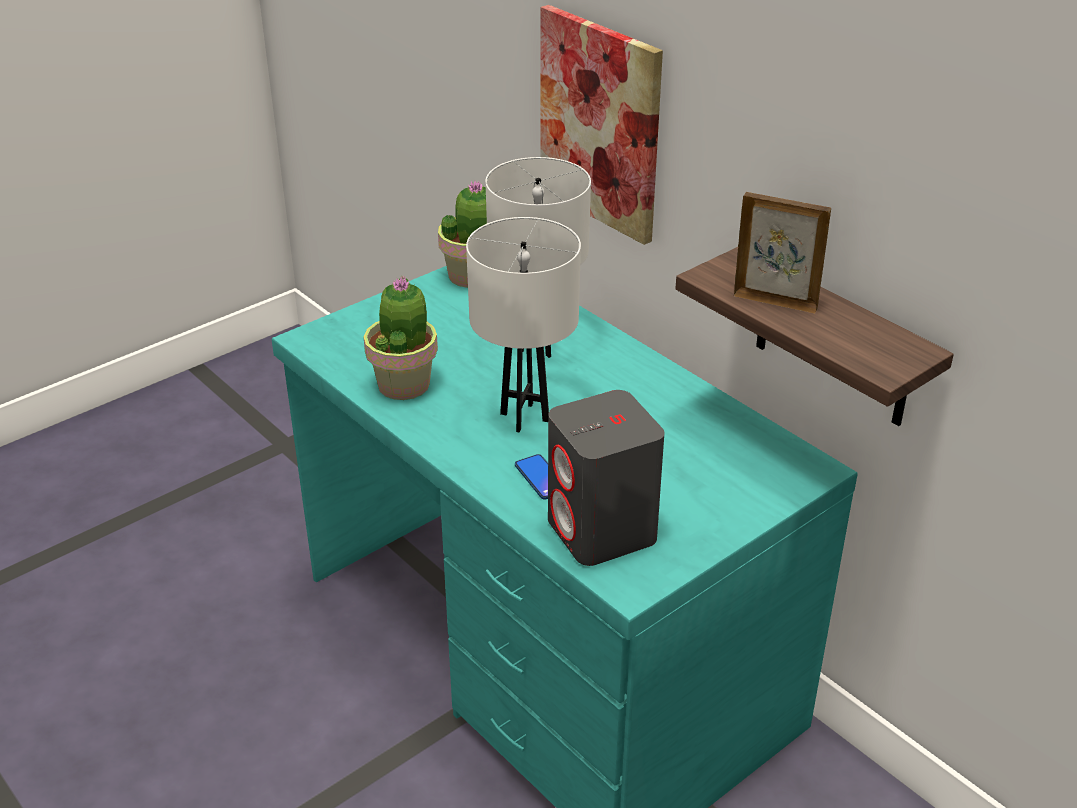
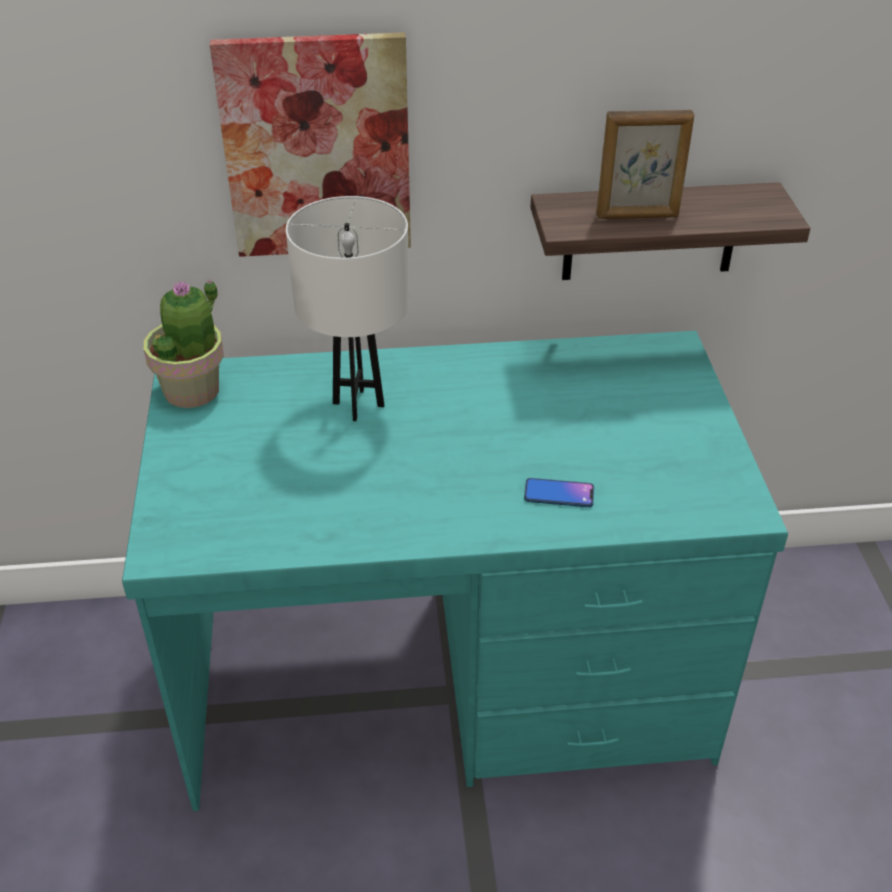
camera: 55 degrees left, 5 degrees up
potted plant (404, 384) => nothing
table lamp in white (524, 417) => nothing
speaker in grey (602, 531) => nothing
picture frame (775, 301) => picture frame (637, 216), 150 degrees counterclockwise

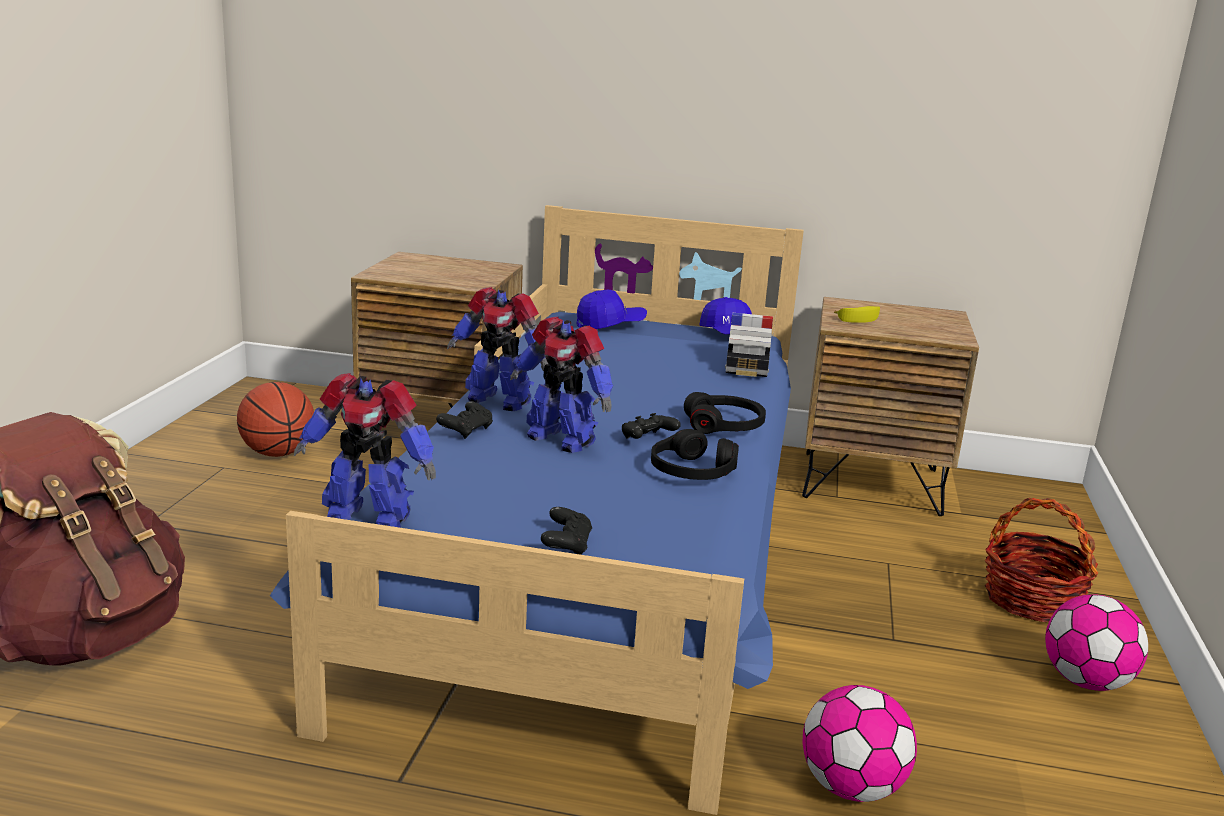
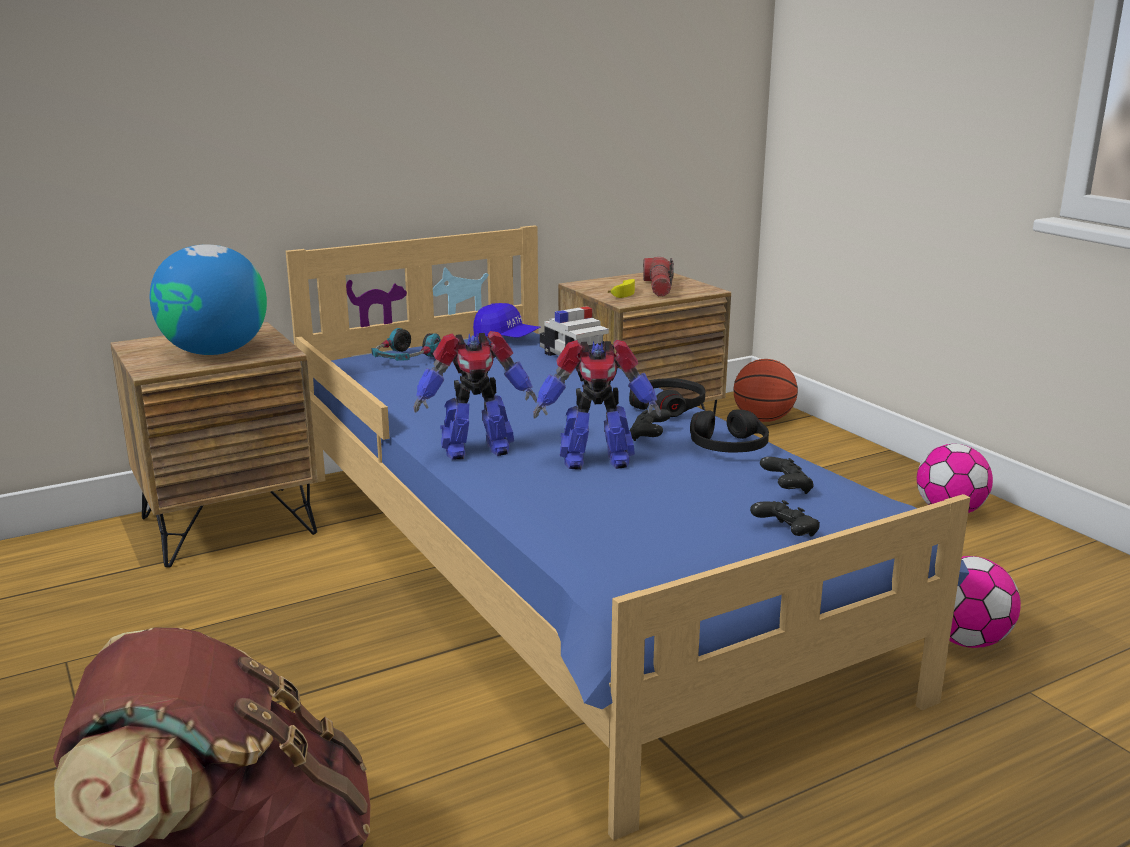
camera: 40 degrees left, 0 degrees up
basketball (277, 453) => basketball (763, 420), move
toy robot (368, 516) => nothing
game controller in black (466, 431) => game controller in black (786, 487), move
cap in blue (610, 325) => headphones (405, 358)
basket (1031, 600) => nothing
nothing => globe (215, 352)
nothing => flashlight (659, 288)

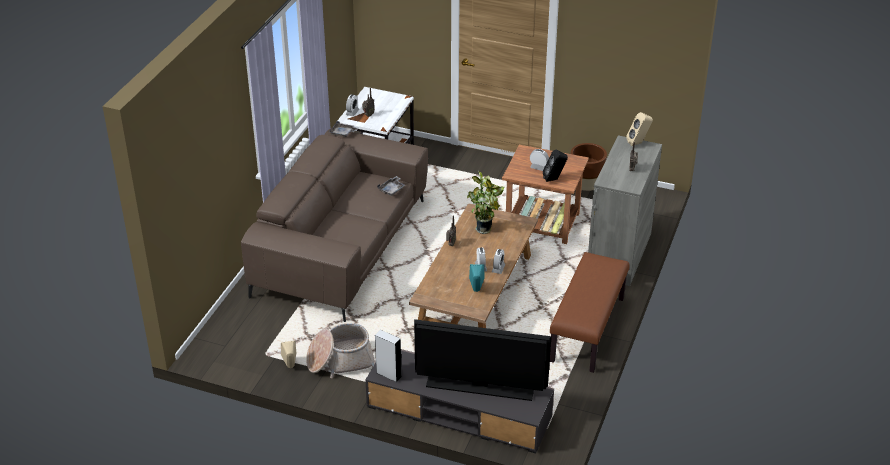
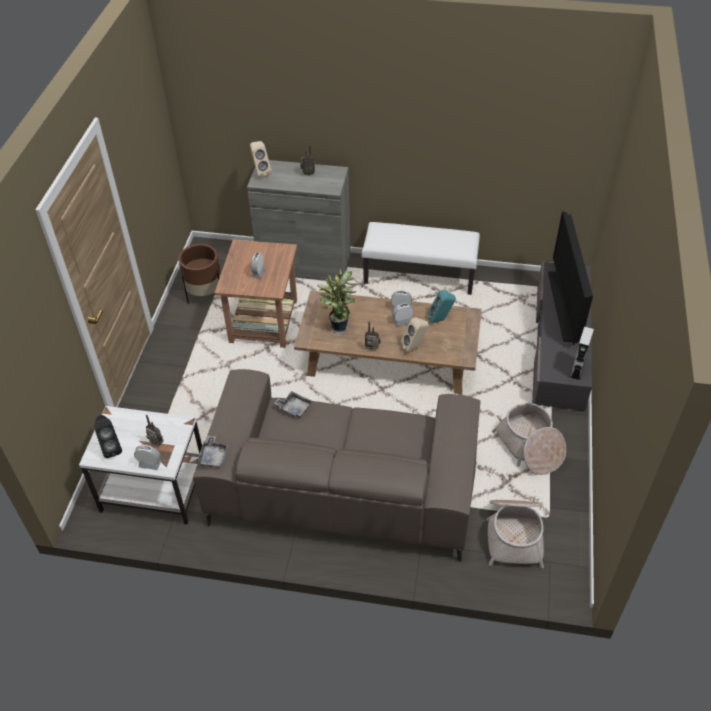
camera: 100 degrees left, 10 degrees up
speaker in beige (290, 367) => speaker in beige (414, 347), move
speaker in black (554, 179) => speaker in black (111, 448), move
bench in brown (588, 330) => bench in white (420, 275)
nothing => basket (514, 534)

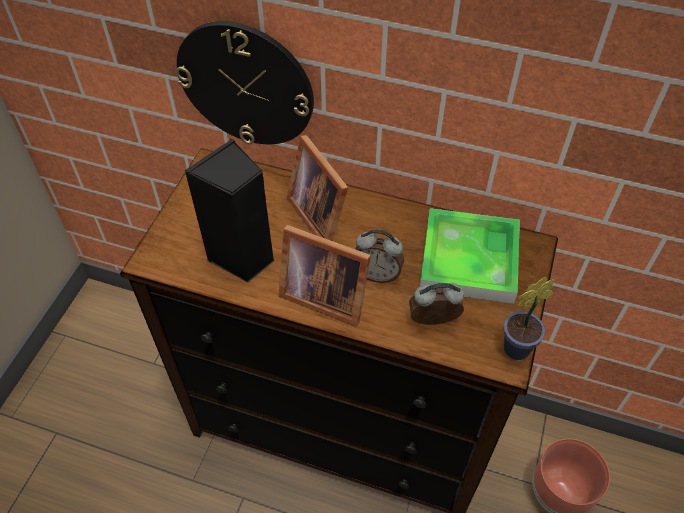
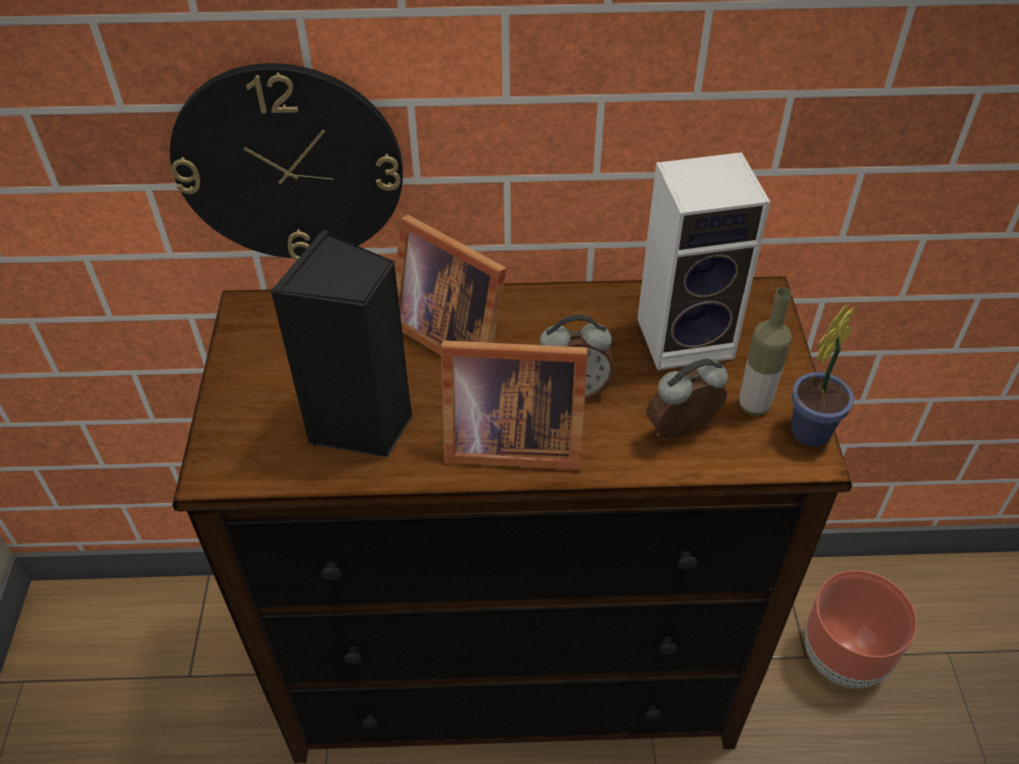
camera: 20 degrees left, 5 degrees down
tray (469, 259) => speaker (688, 336)
nothing => bottle (754, 405)

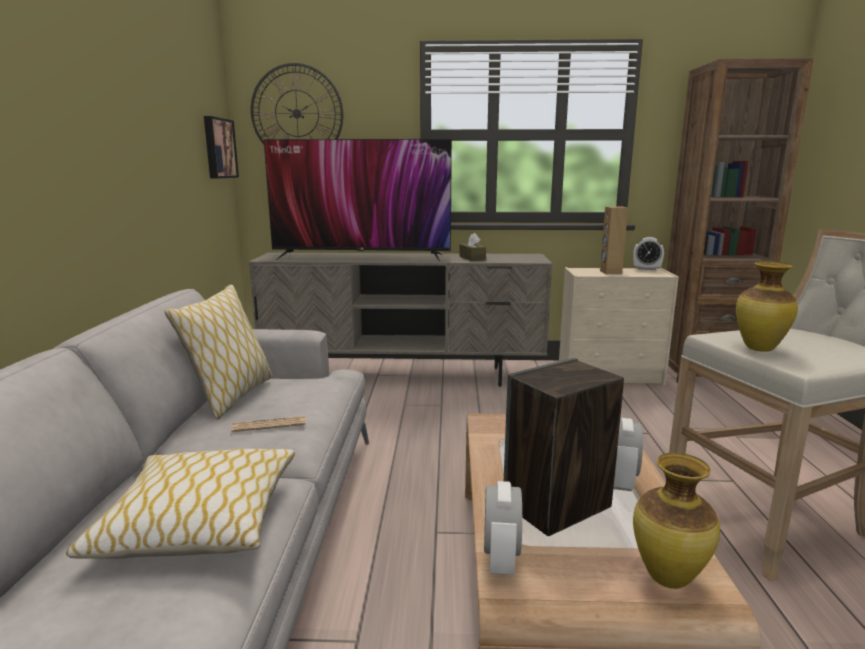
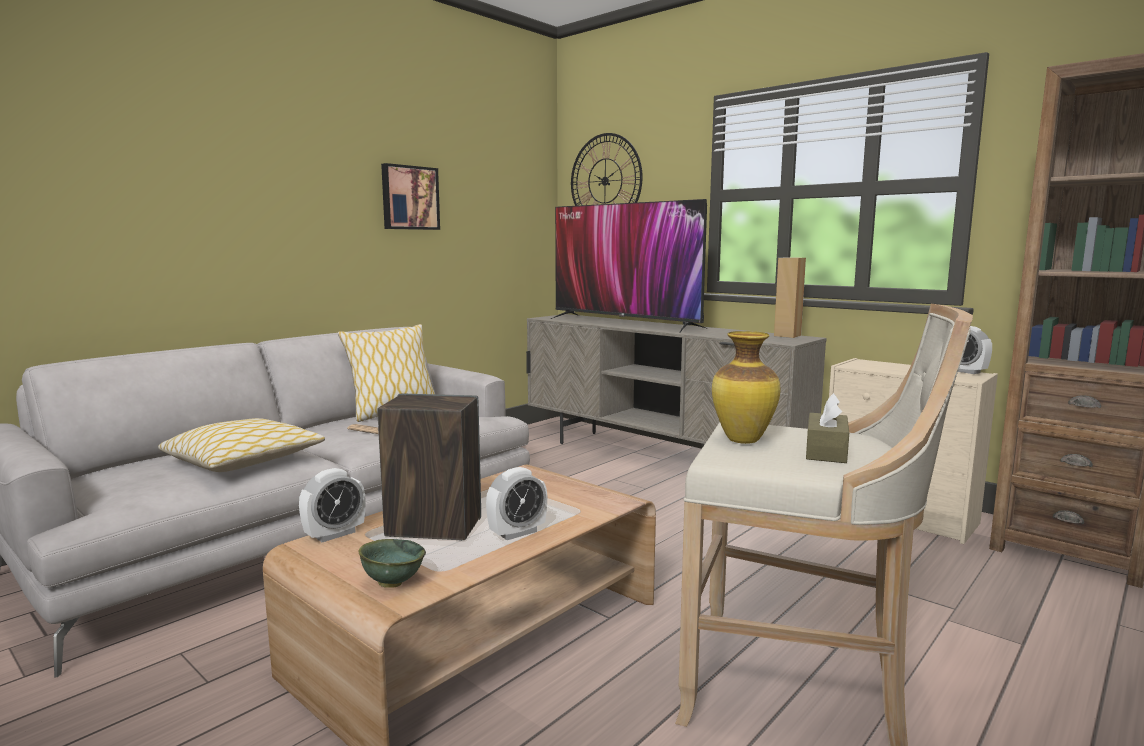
camera: 40 degrees right, 5 degrees down
picture (218, 148) => picture (409, 198), move
tissue box in brown (472, 258) => tissue box in brown (826, 451), move
speaker in brown (610, 272) => speaker in brown (787, 335), move
vase (667, 579) => bowl in green (392, 582)

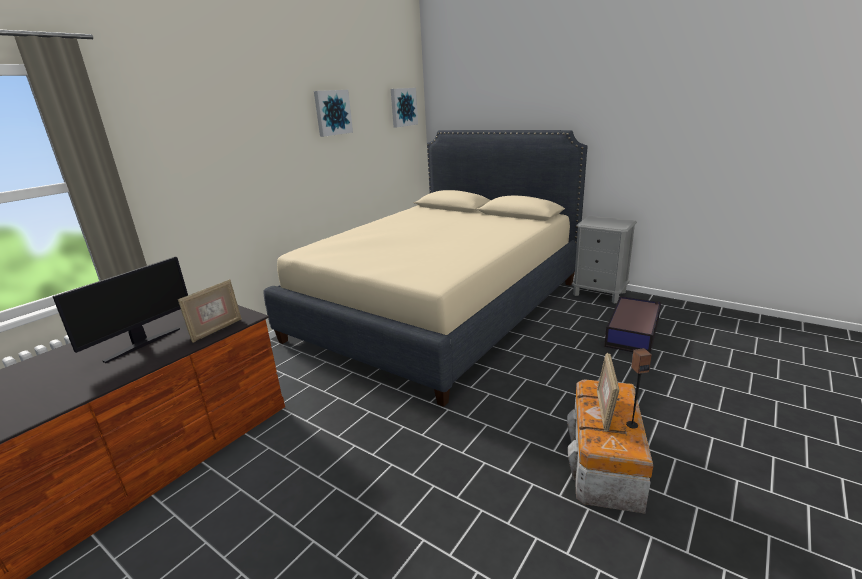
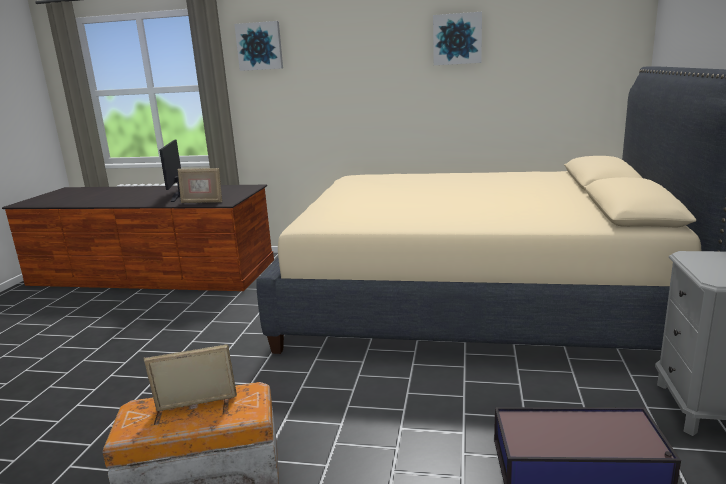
camera: 65 degrees right, 5 degrees down
monitor (142, 344) => monitor (179, 196), 75 degrees clockwise
picture (403, 107) => picture (259, 46), move
speaker (632, 424) => nothing

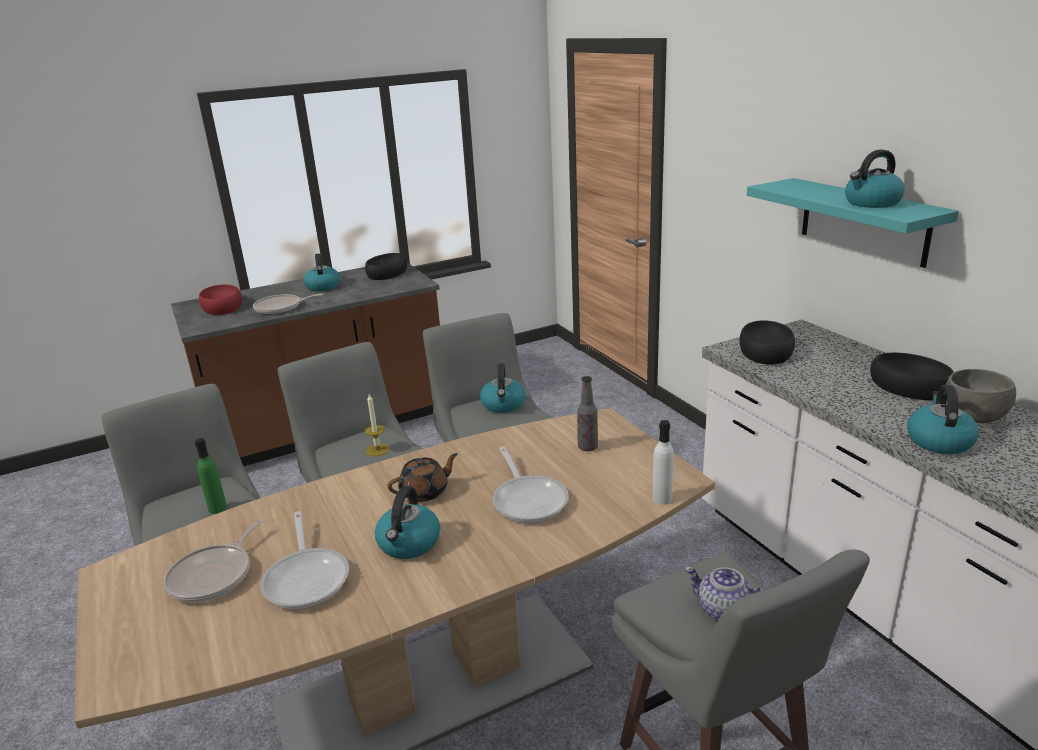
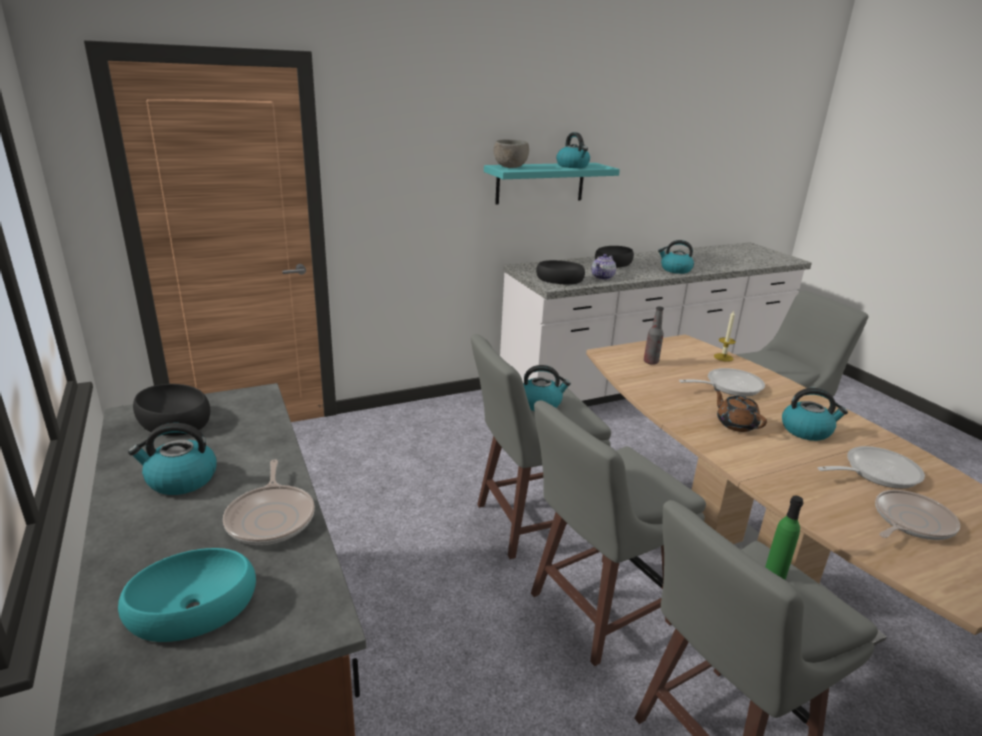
camera: 90 degrees left, 0 degrees up
frying pan (214, 576) => frying pan (910, 522), 60 degrees counterclockwise
bowl in red (221, 307) => bowl in turquoise (192, 608)
candle (377, 450) => candle (723, 357), move
bottle in white (662, 498) => nothing
teapot (724, 611) => teapot (603, 277), move
bowl in grey (973, 417) => bowl in grey (509, 167), move

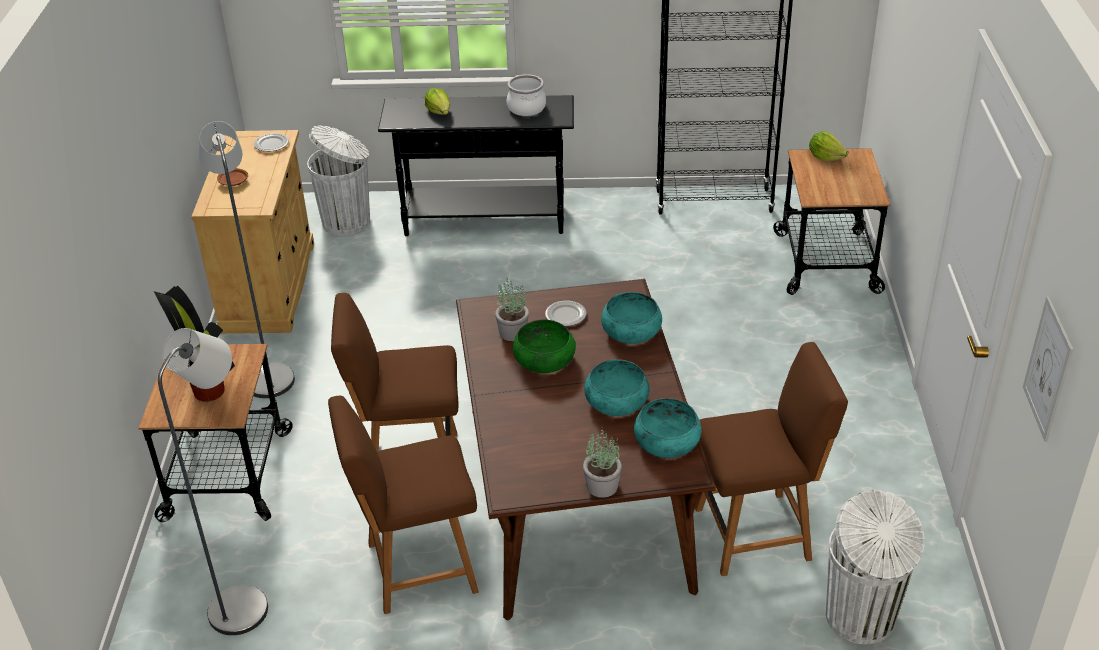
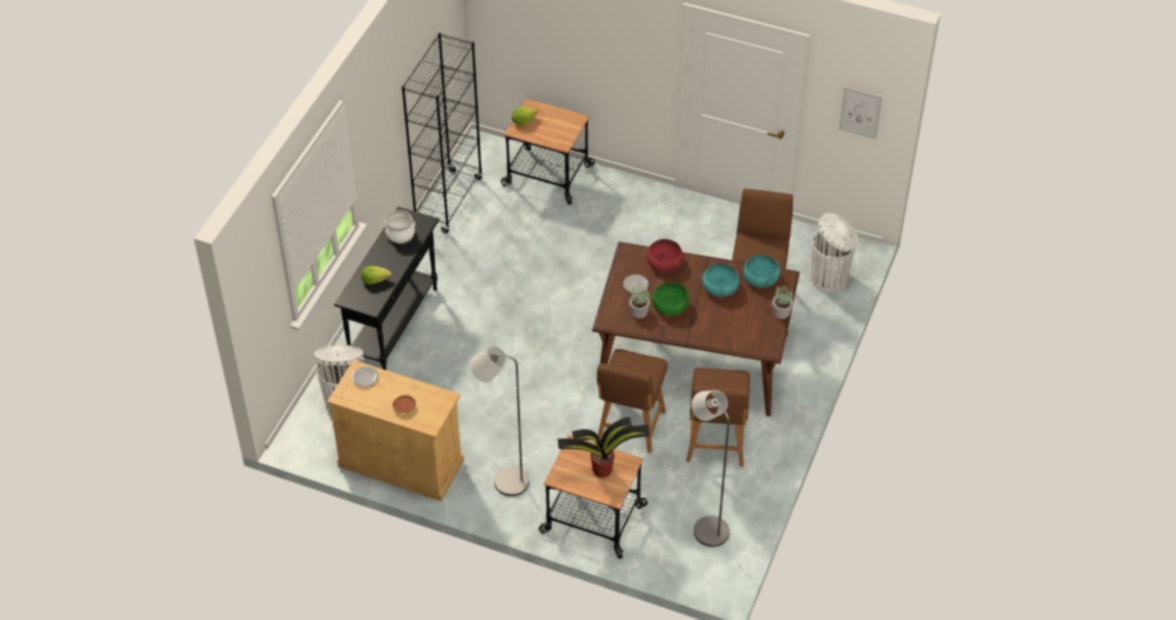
camera: 70 degrees left, 10 degrees up
bowl in turquoise (631, 331) => bowl in red (664, 262)

